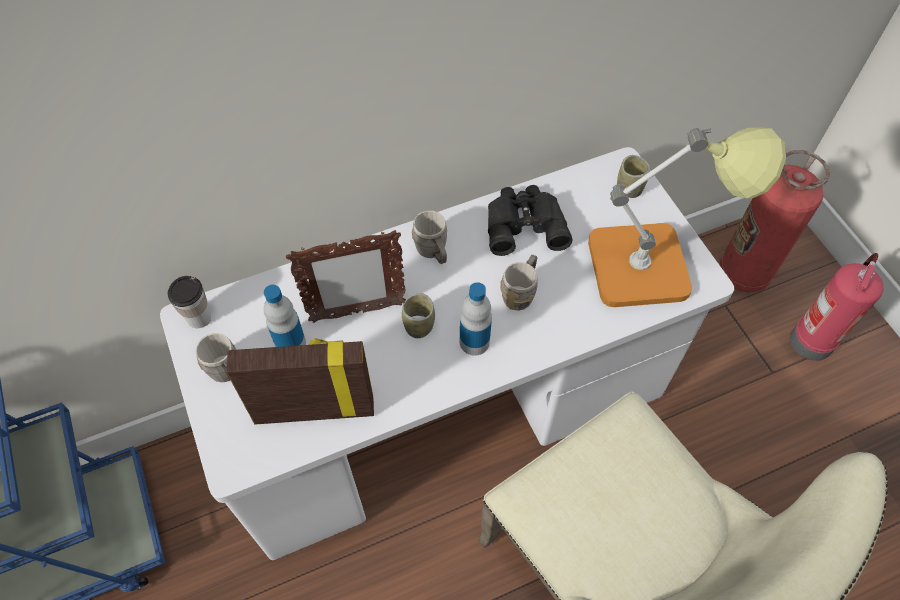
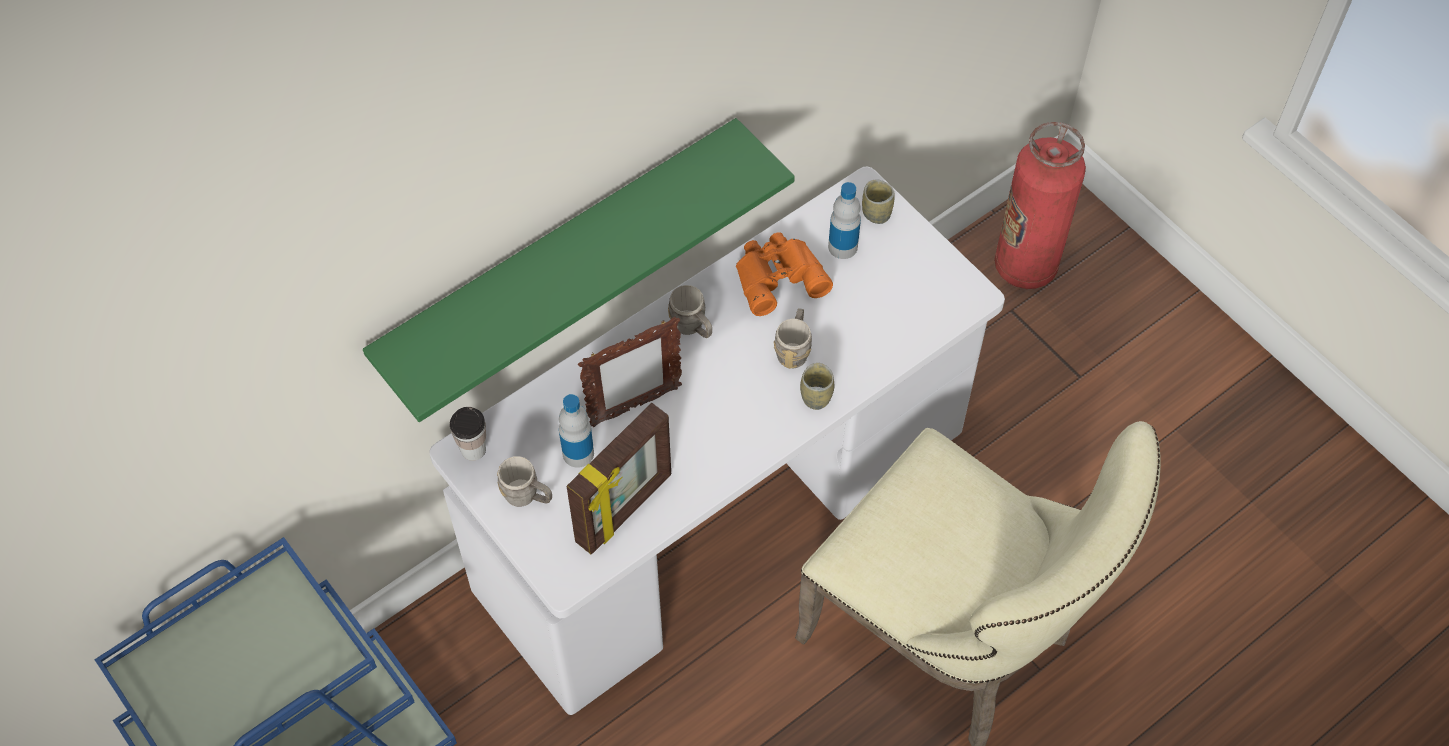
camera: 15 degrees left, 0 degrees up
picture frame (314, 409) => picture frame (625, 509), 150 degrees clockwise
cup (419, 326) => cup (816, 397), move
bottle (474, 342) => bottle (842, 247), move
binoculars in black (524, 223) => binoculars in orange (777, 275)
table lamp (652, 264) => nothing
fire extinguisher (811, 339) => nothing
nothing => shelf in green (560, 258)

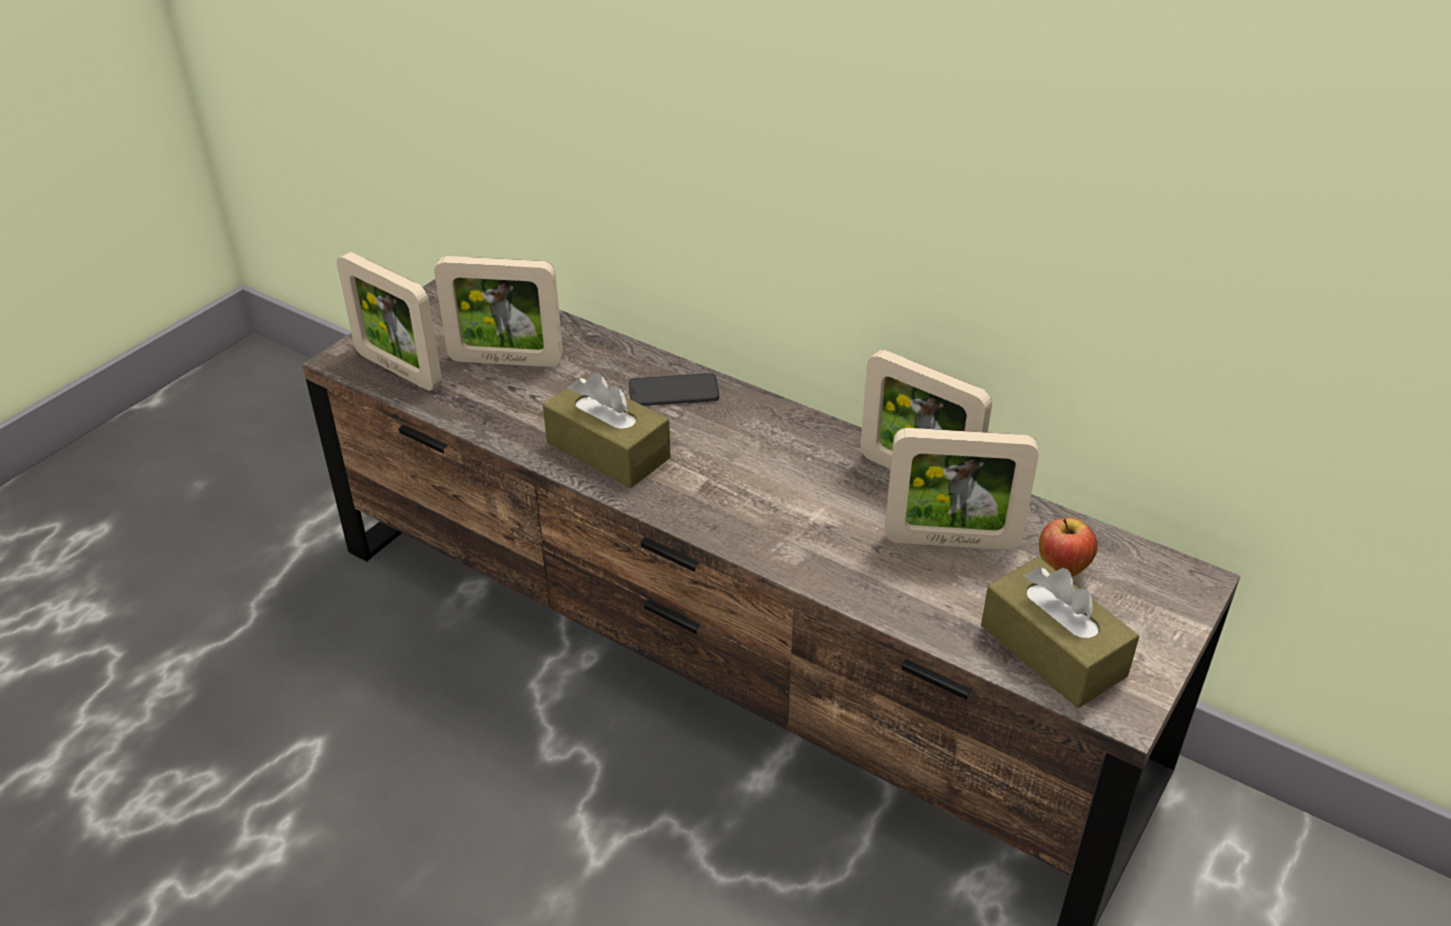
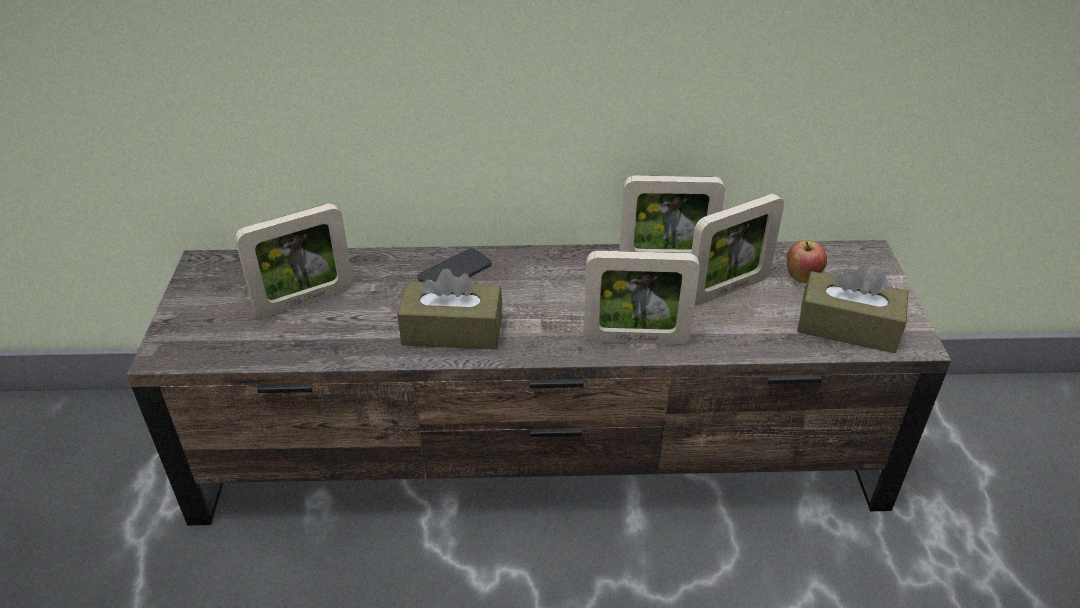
camera: 35 degrees left, 0 degrees up
picture frame (398, 370) => picture frame (635, 339), move

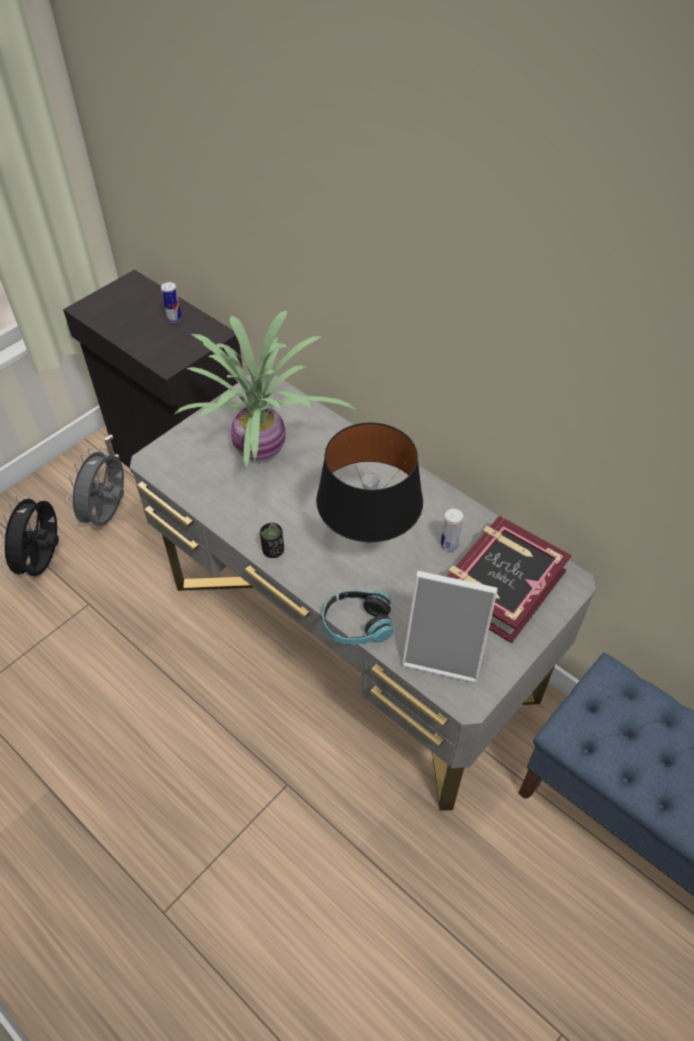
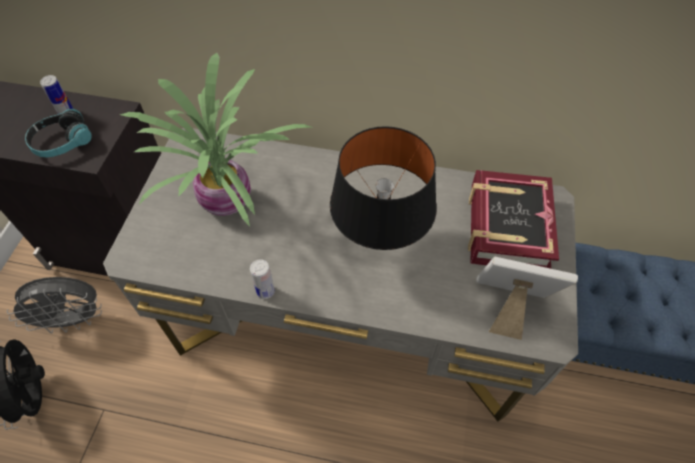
camera: 30 degrees left, 5 degrees up
fan in grey (108, 515) => fan in grey (74, 320), 90 degrees counterclockwise
cup in black (273, 550) => nothing
headphones (357, 624) => headphones (62, 142), move
picture frame (444, 651) => picture frame (507, 307), 150 degrees counterclockwise
can (449, 545) => can (265, 291), move

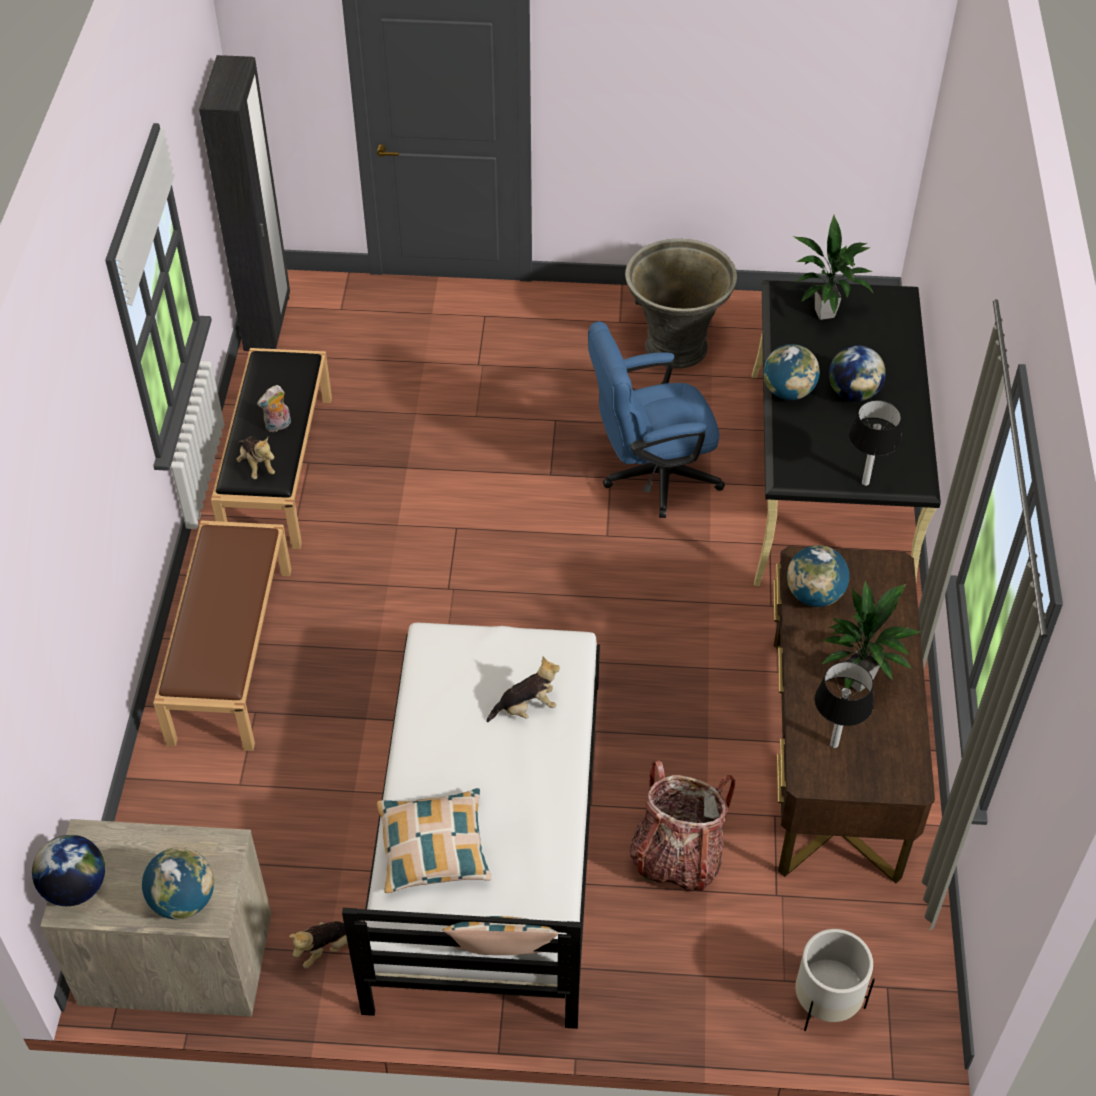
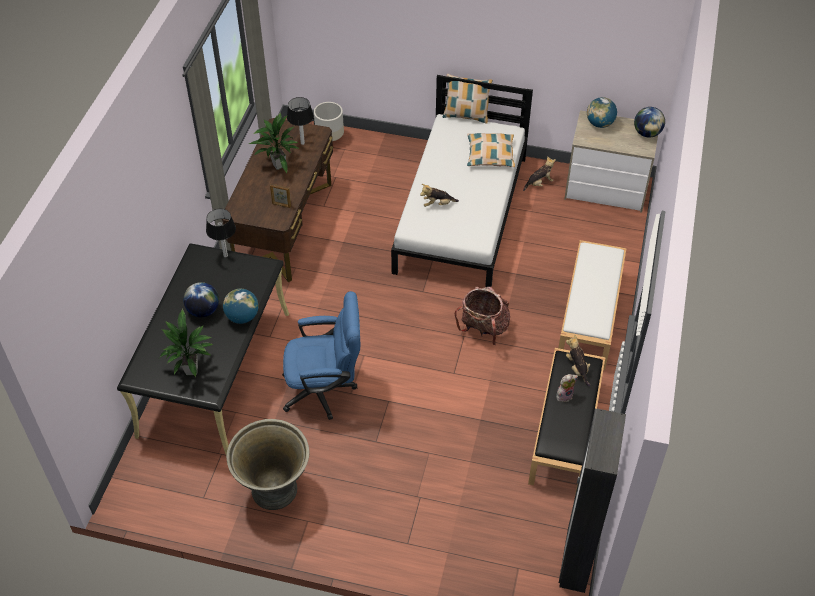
camera: 170 degrees left, 0 degrees up
bench in brown (230, 652) => bench in white (589, 317)
backpack (677, 857) => backpack (483, 329), move
globe (814, 595) => picture frame (281, 205)

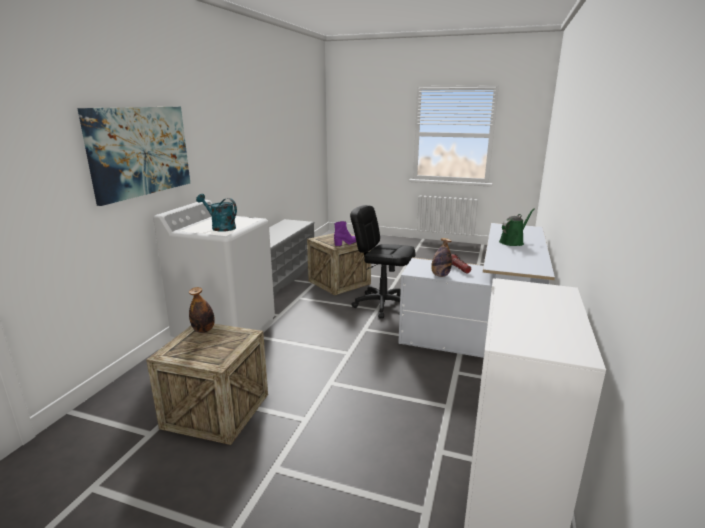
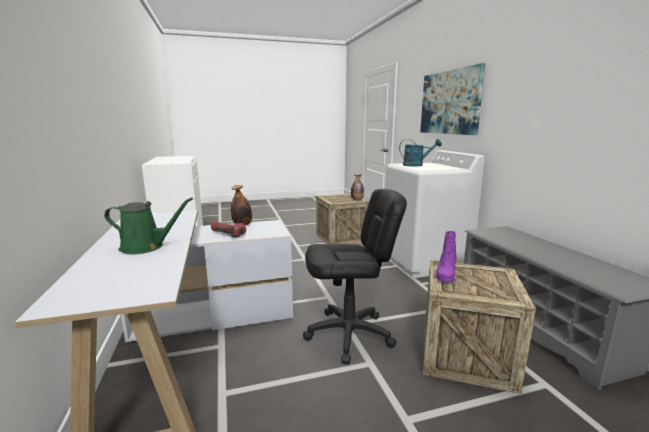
camera: 145 degrees right, 5 degrees down
watering can in green (513, 242) => watering can in green (146, 247), 105 degrees counterclockwise

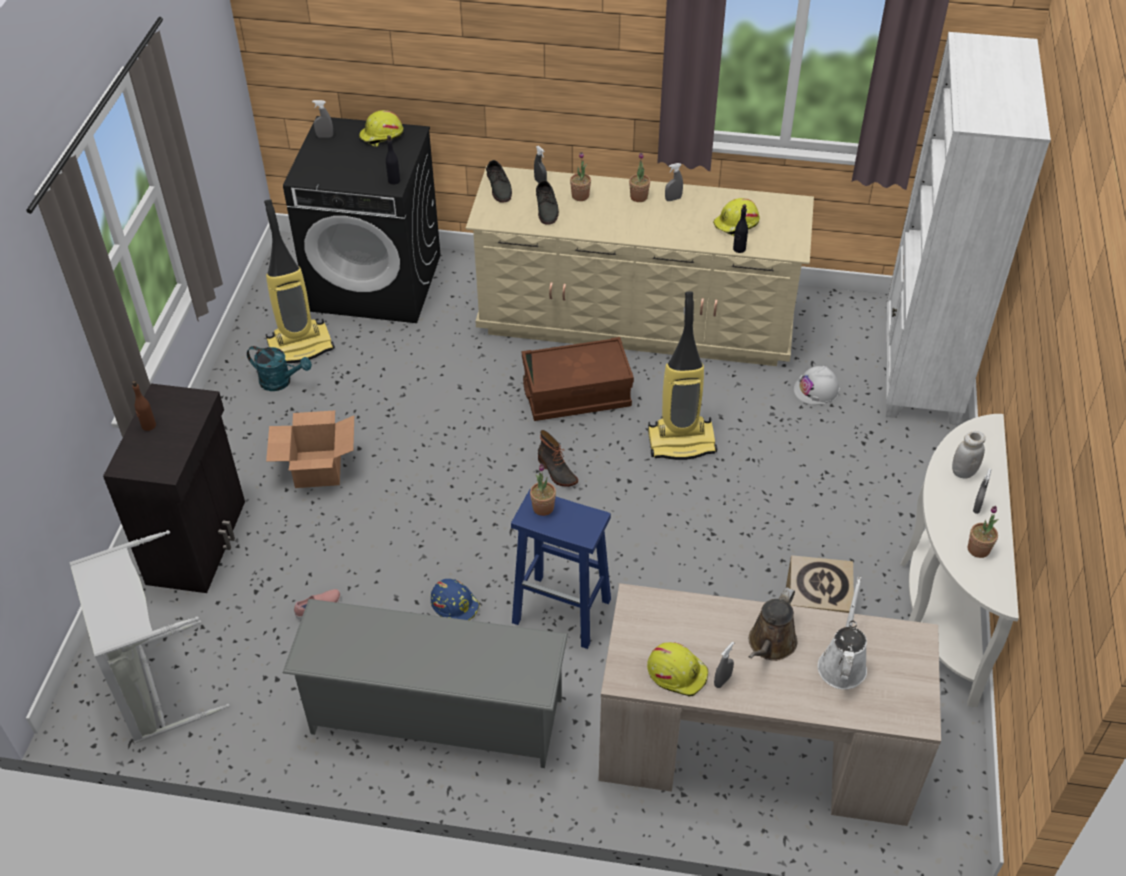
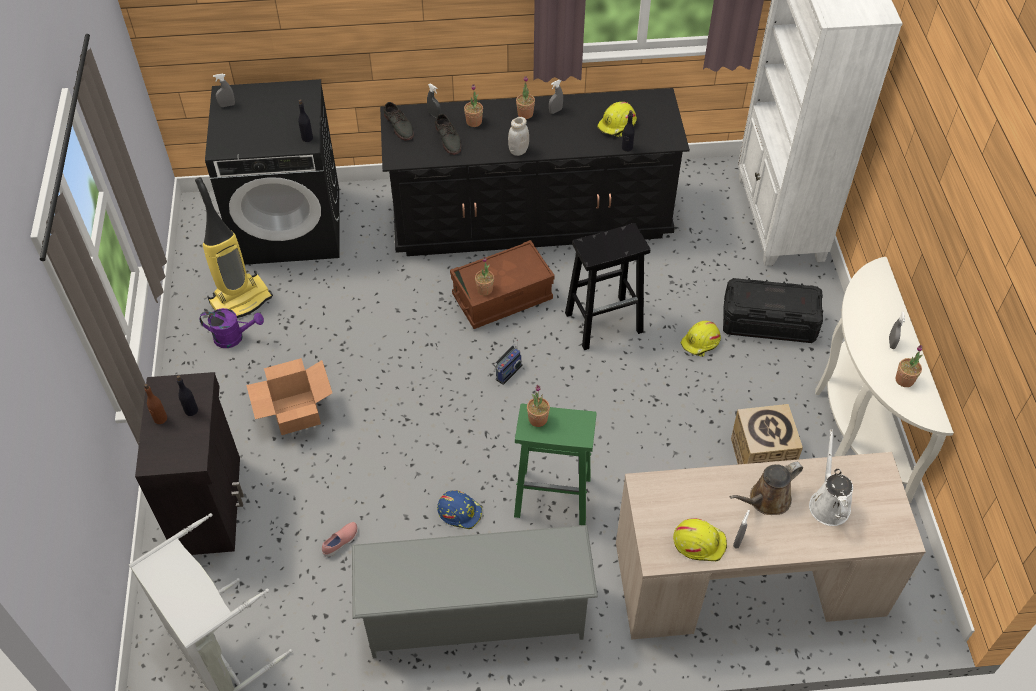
camera: 15 degrees left, 5 degrees up
watering can in turquoise (281, 382) => watering can in purple (234, 337)
hard hat in yellow (381, 136) => hard hat in yellow (701, 343), move
dresser in beige (636, 320) => dresser in black (531, 218)
stool in blue (563, 611) => stool in green (554, 496)
boot (556, 472) => radio (507, 371)
vacuum cleaner (682, 441) => stool in black (605, 322)
watering can in brown (770, 645) => watering can in brown (766, 500), 45 degrees clockwise
hard hat in white (816, 390) => nothing
jar in white (963, 472) => jar in white (518, 151), move
nothing => bottle in black (191, 410)
nothing => potted plant (484, 289)
nothing => storage box in black (769, 322)

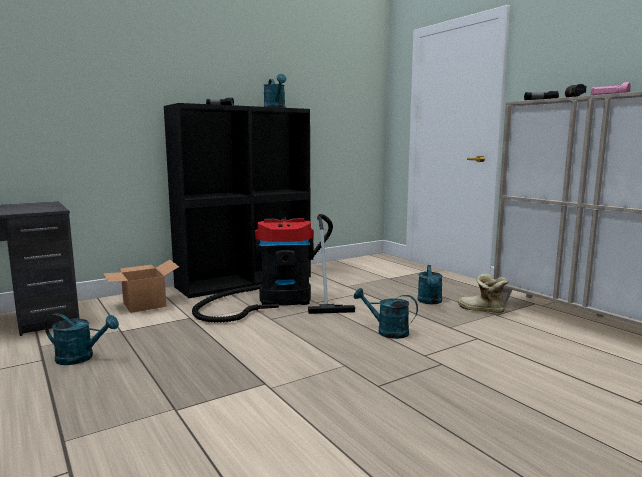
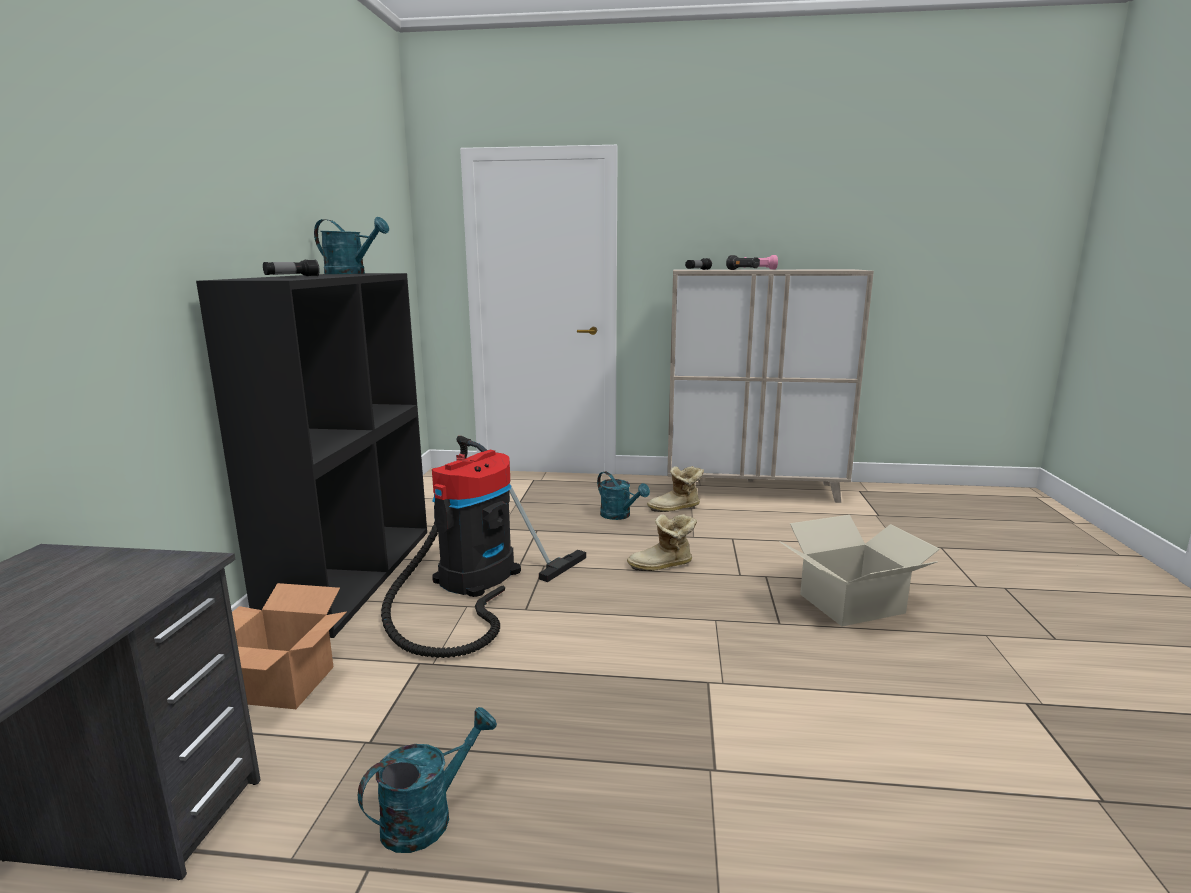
camera: 50 degrees left, 5 degrees up
watering can in turquoise (387, 331) => boot (662, 566)
nothing => cardboard box (852, 604)

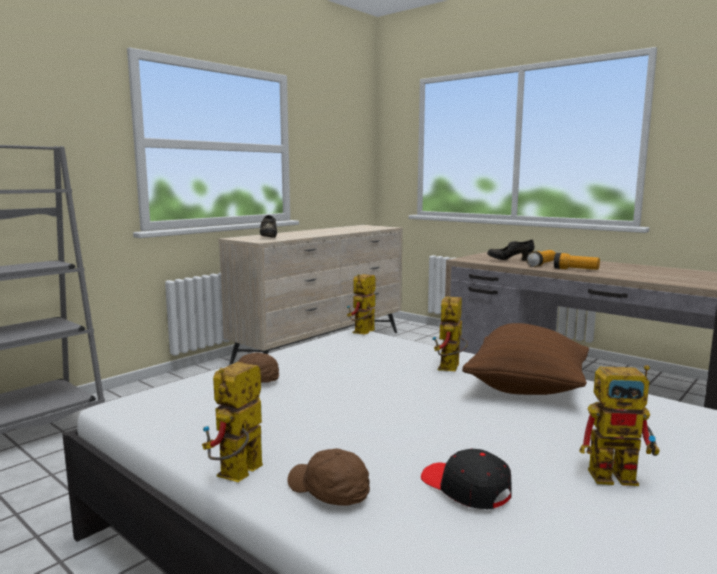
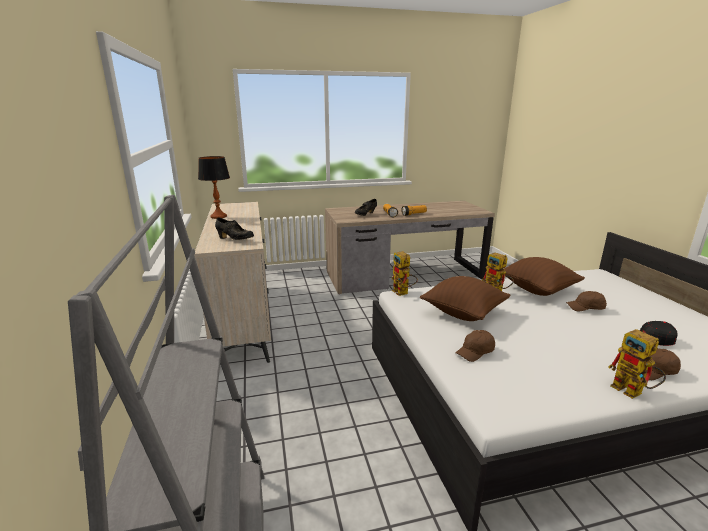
camera: 55 degrees left, 10 degrees up
toy robot (621, 475) => nothing
nothing => table lamp (219, 216)
nothing => pillow in brown (463, 313)
nothing => cap in brown (586, 308)

